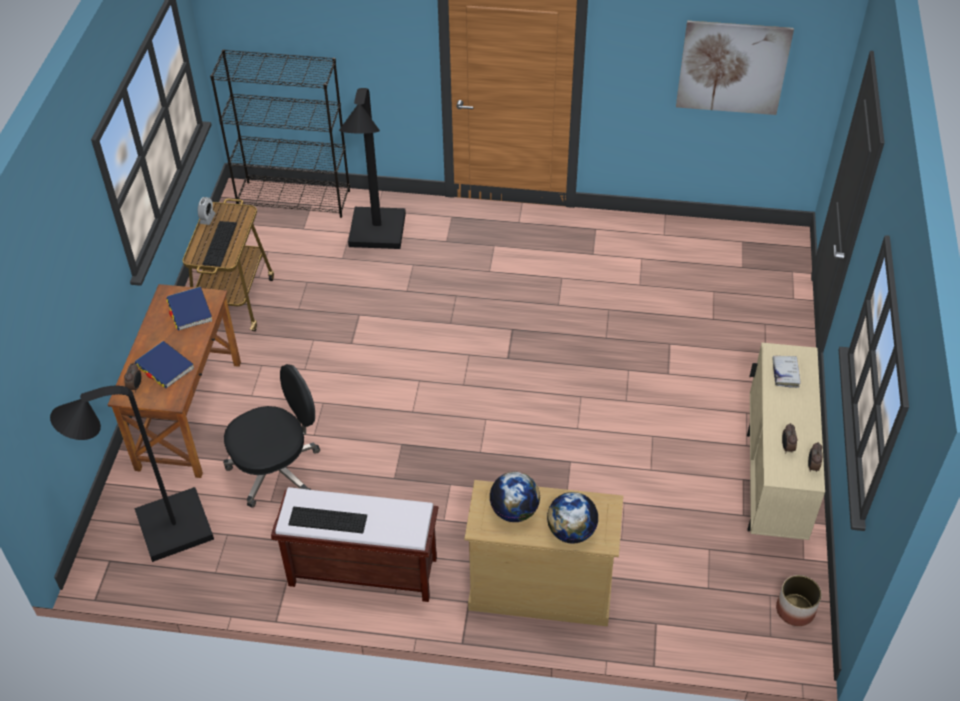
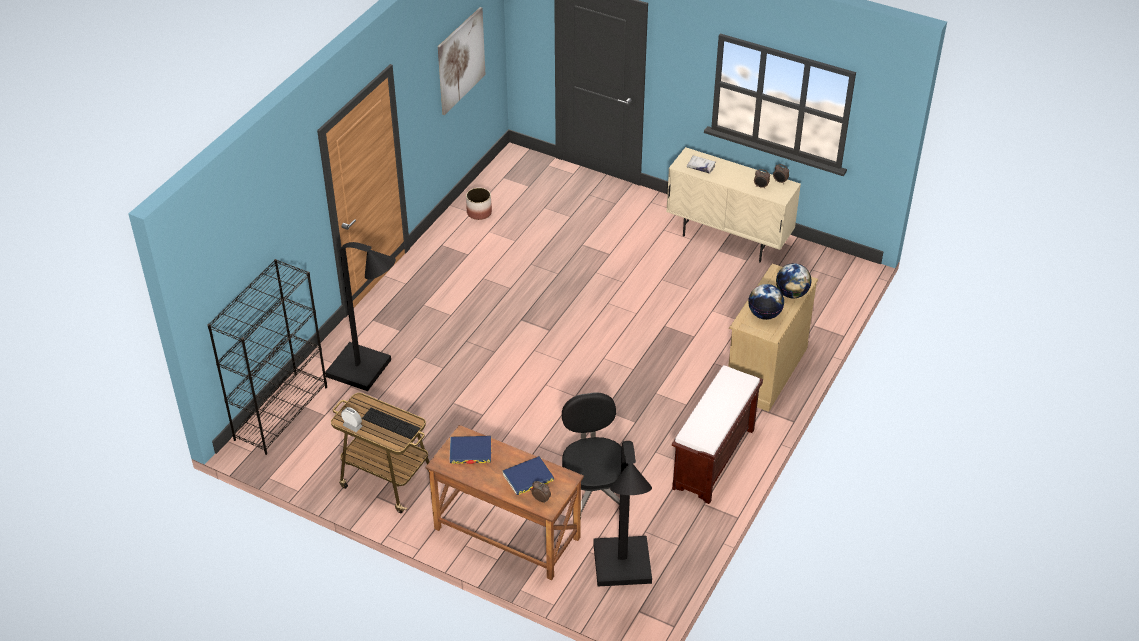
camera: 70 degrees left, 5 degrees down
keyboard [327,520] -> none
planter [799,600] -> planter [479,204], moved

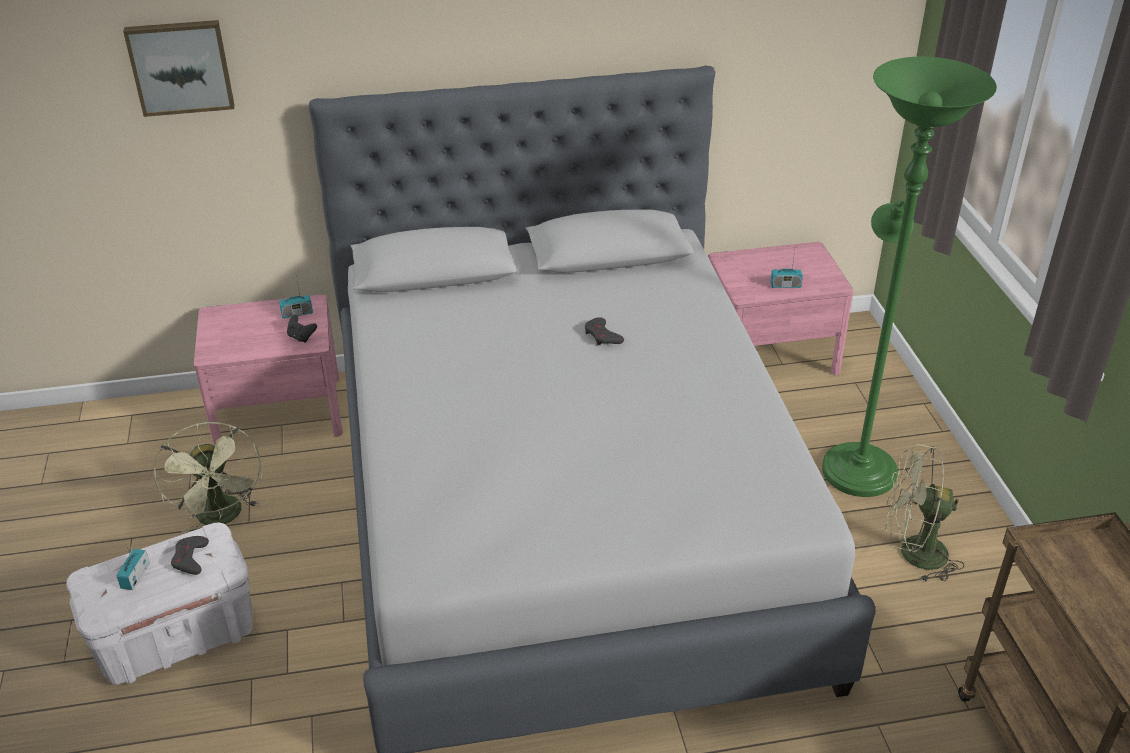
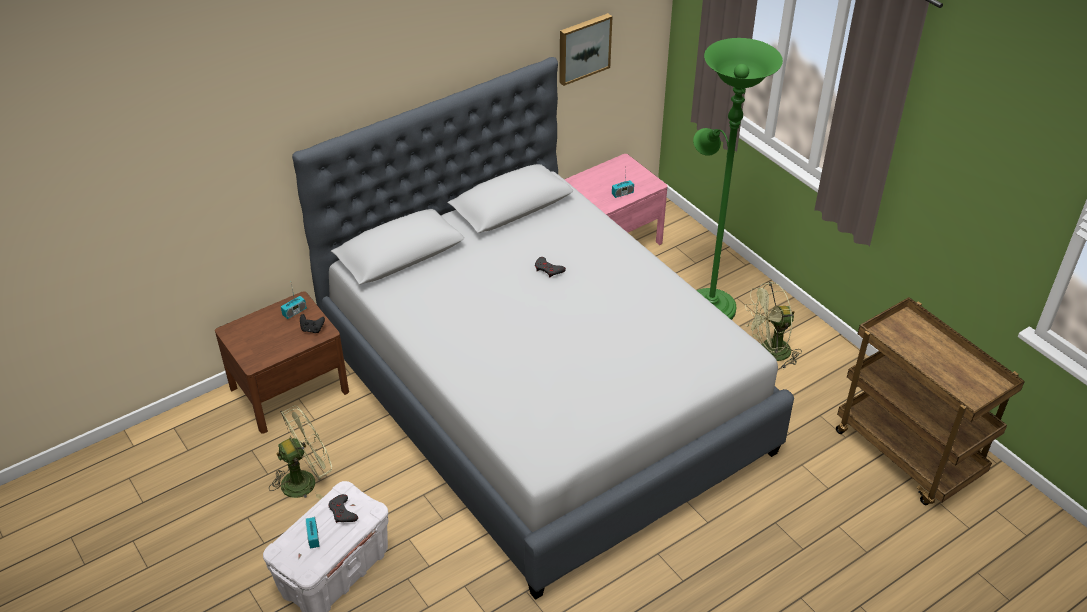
camera: 25 degrees left, 5 degrees up
picture [178,68] -> picture [586,49], moved
green fan [207,478] -> green fan [300,452], 75 degrees counterclockwise
pink nightstand [268,370] -> brown nightstand [282,362]

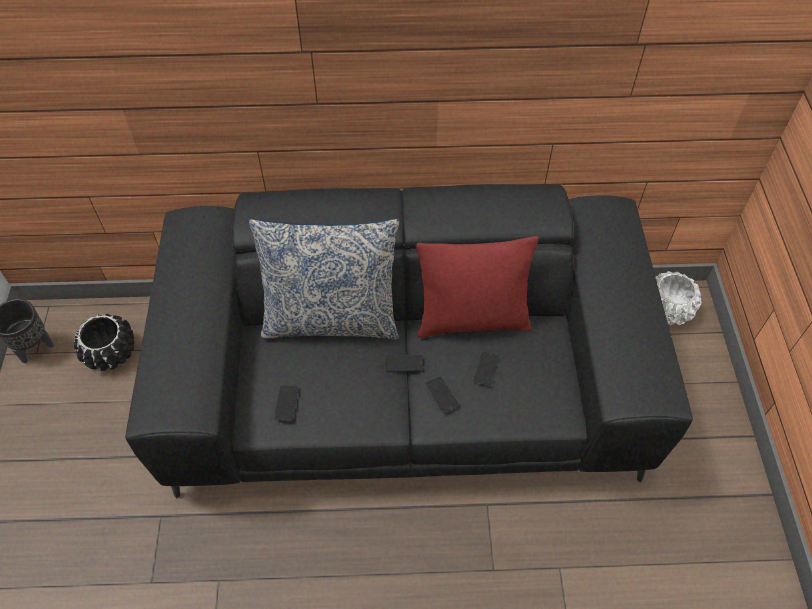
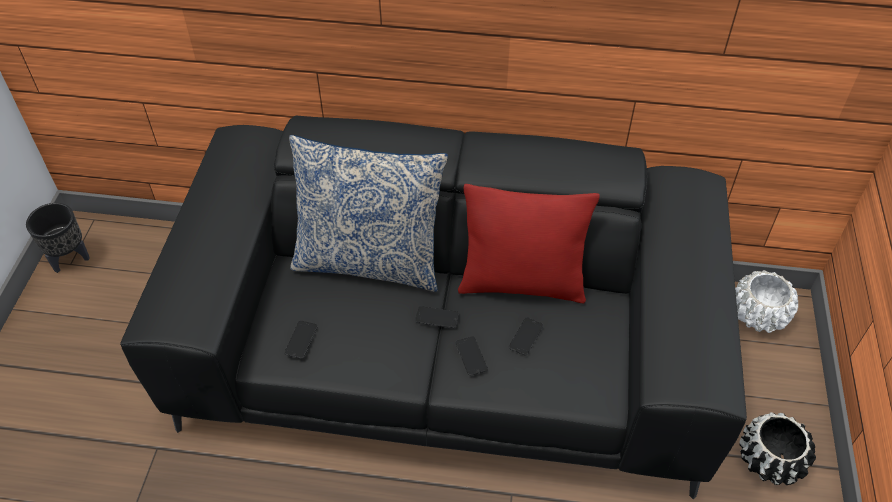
camera: 10 degrees right, 5 degrees down
black planter [104,342] -> black planter [777,448], moved

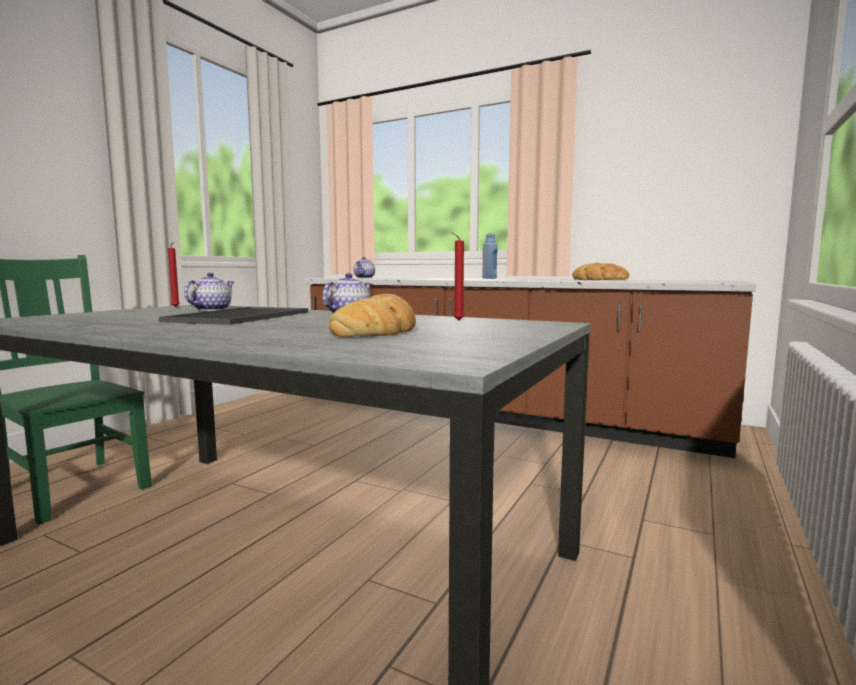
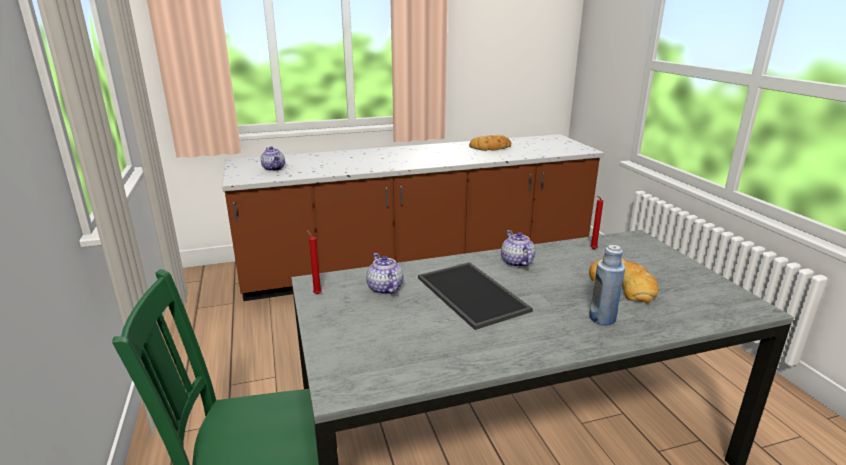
camera: 45 degrees left, 15 degrees up
blue bottle [490,256] -> blue bottle [607,285], moved

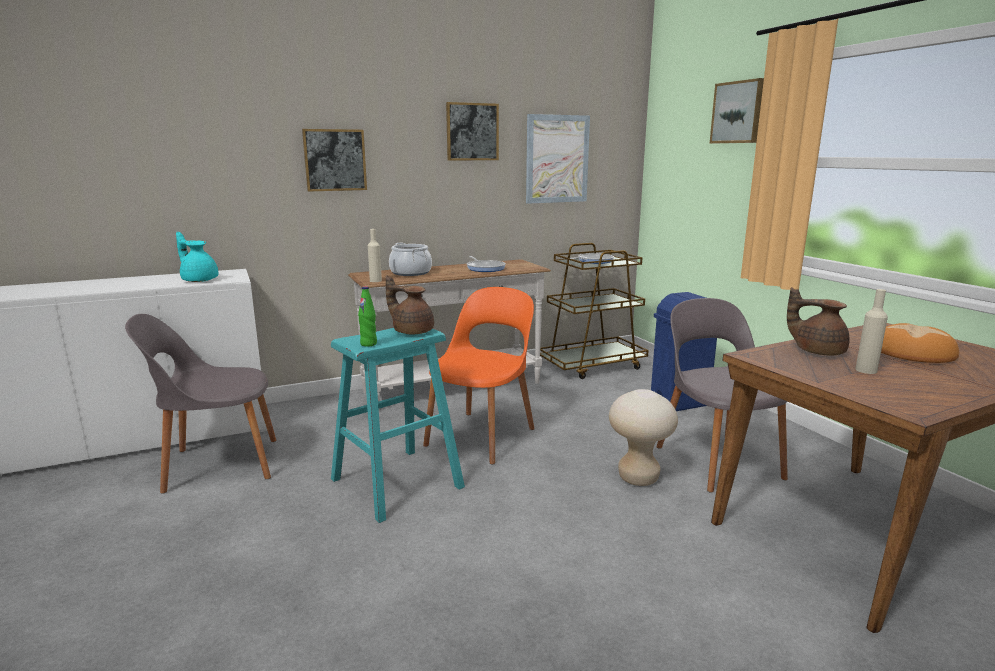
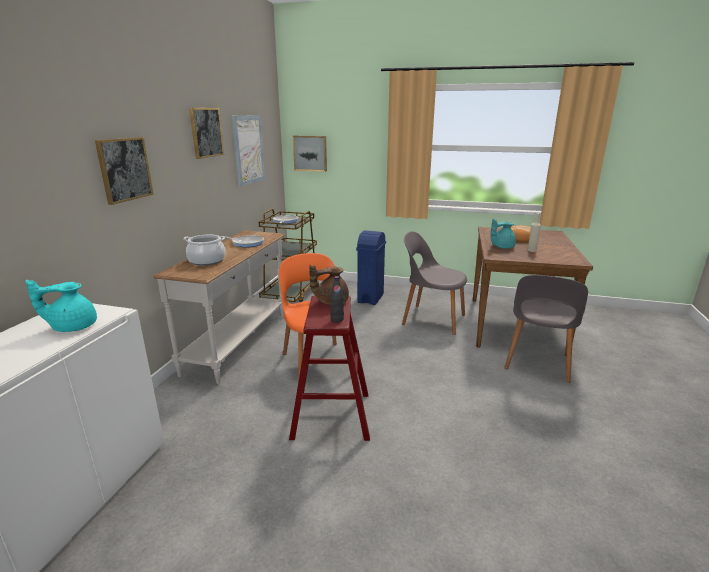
camera: 50 degrees left, 5 degrees up
grey chair [201,404] -> grey chair [546,329], moved
turquoise stool [398,425] -> red stool [329,368]
green bottle [367,316] -> black bottle [337,299]
beige bottle [375,255] -> none
beige stool [643,437] -> none
picture [737,110] -> picture [310,154], moved
brown teapot [818,321] -> turquoise teapot [503,234]

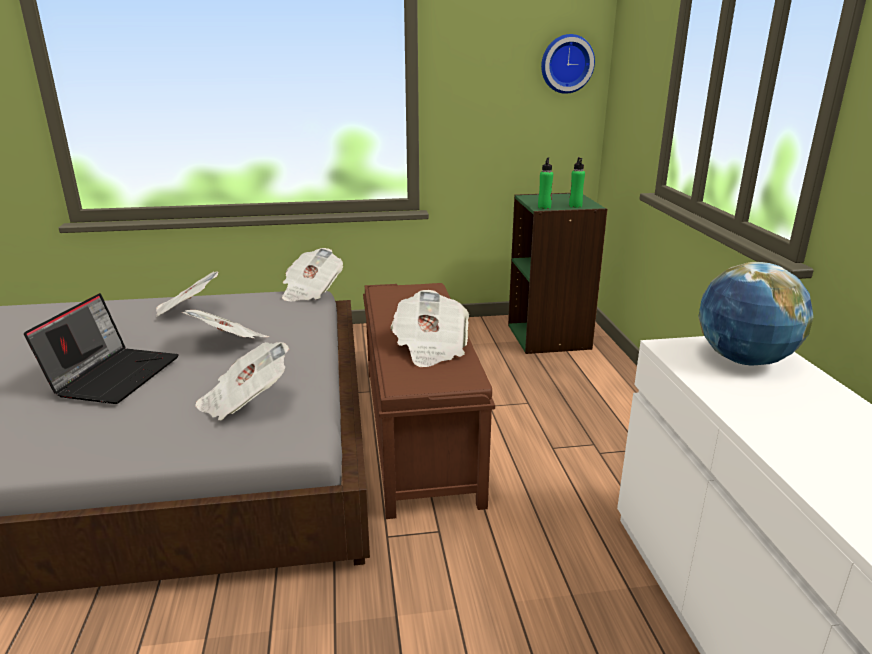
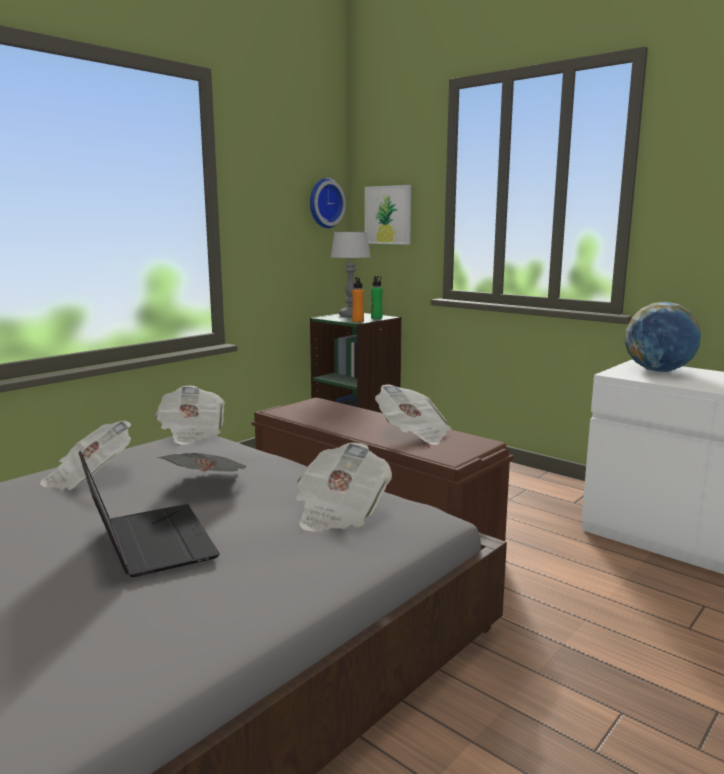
camera: 40 degrees left, 10 degrees down
green bottle [545,183] -> orange bottle [358,299]
none -> table lamp [351,274]
none -> picture [388,215]

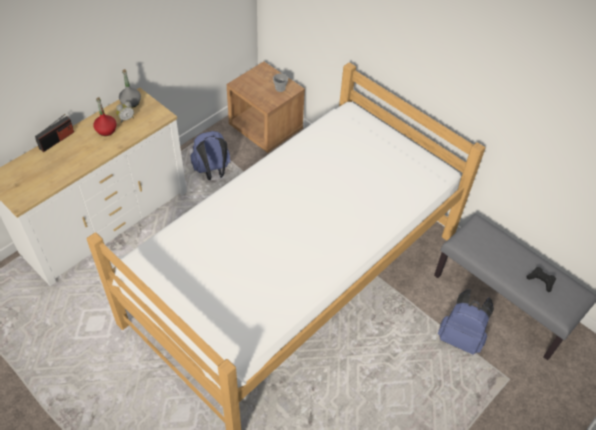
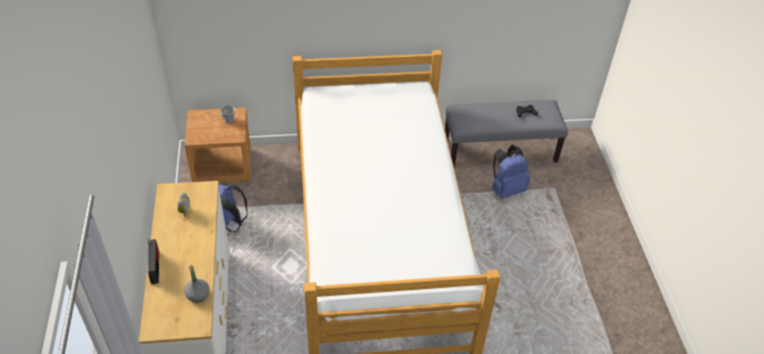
camera: 50 degrees left, 5 degrees down
red bottle [105,116] -> none
grey bottle [130,88] -> grey bottle [196,284], moved

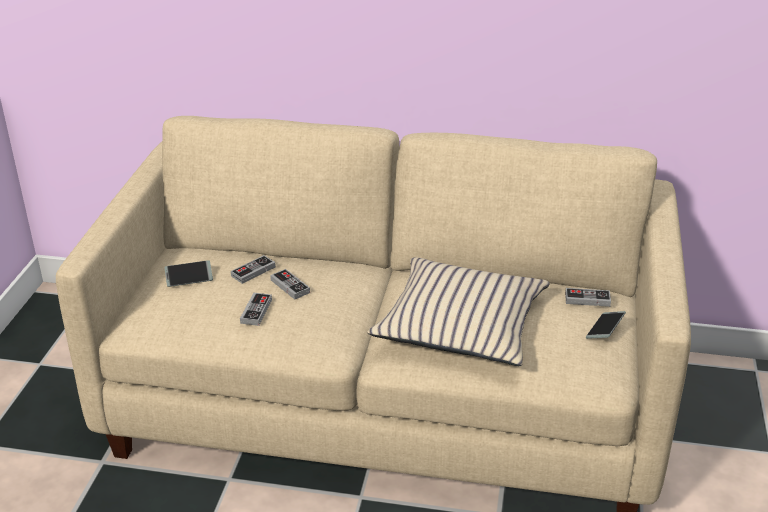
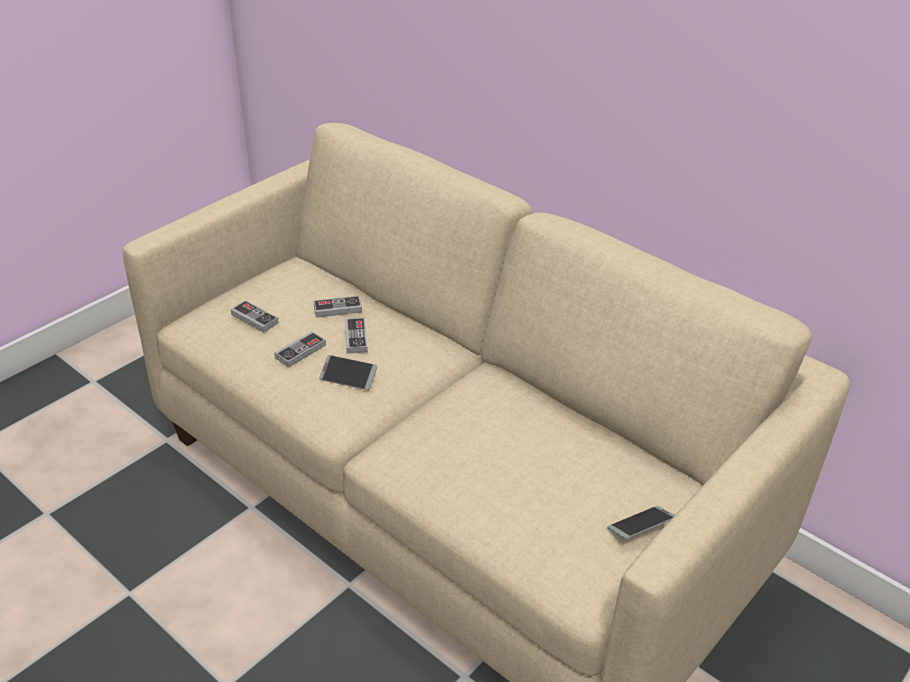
camera: 30 degrees right, 5 degrees up
phone [188,273] -> phone [348,372], moved
beige pillow [459,311] -> none
game controller [588,297] -> game controller [254,316], moved

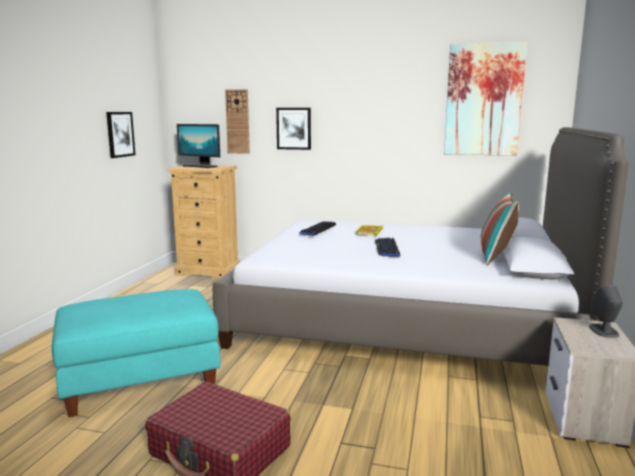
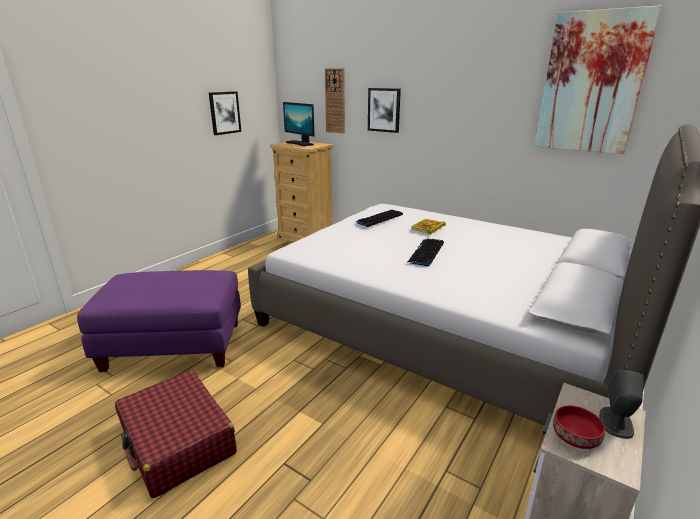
camera: 20 degrees right, 10 degrees up
turquoise ottoman [136,353] -> purple ottoman [159,321]
pillow [500,228] -> none
none -> red bowl [579,427]

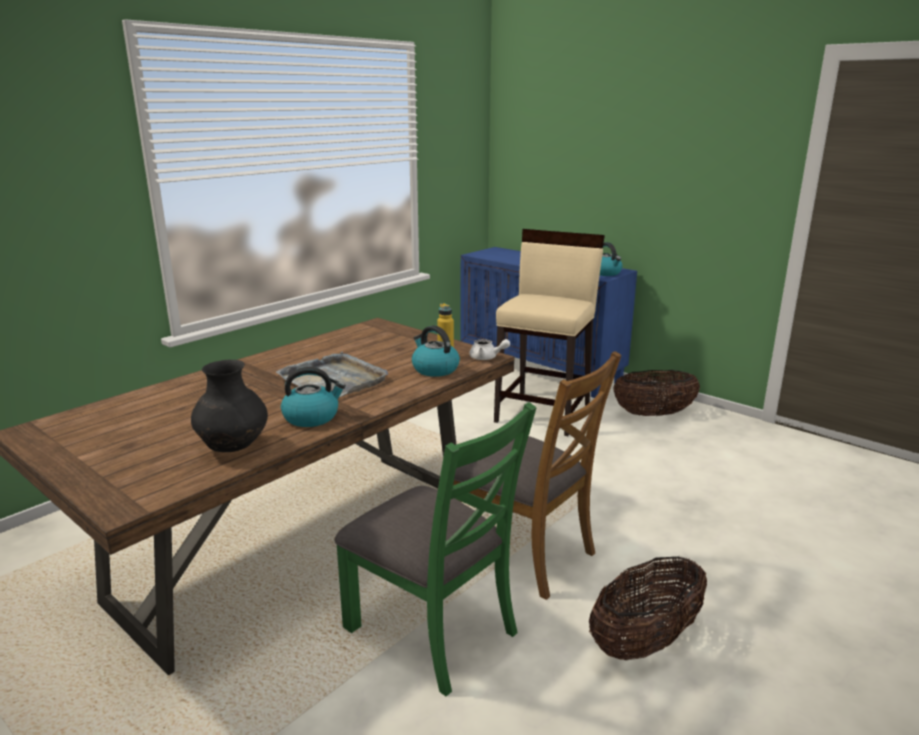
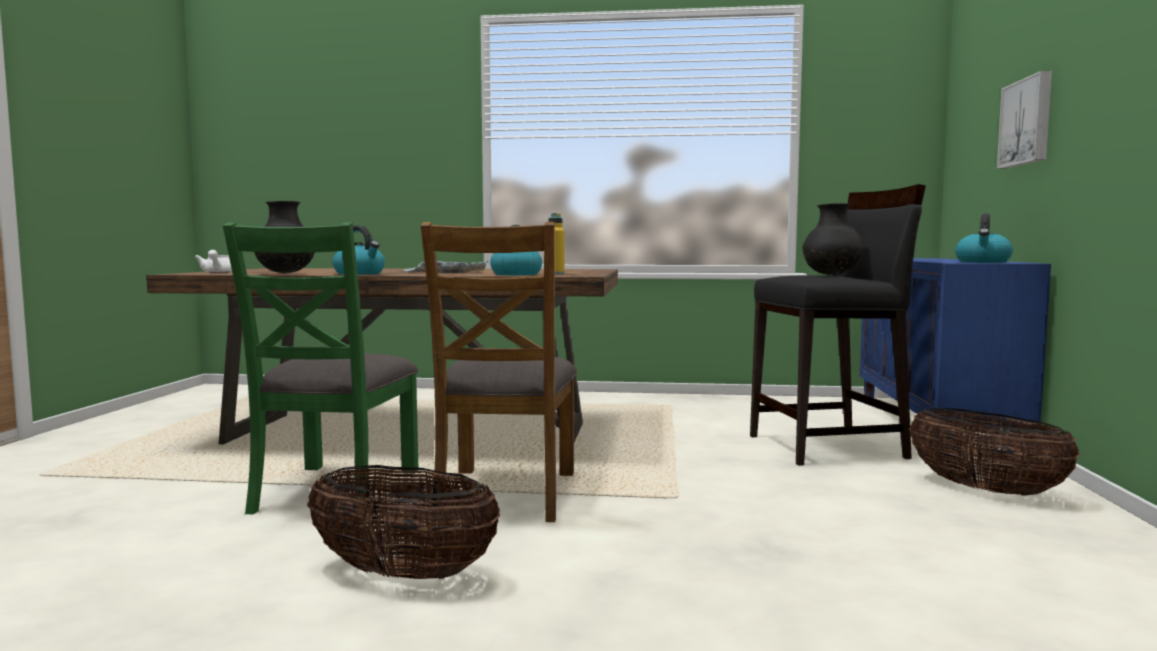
camera: 55 degrees right, 15 degrees down
white teapot [489,349] -> white teapot [213,261], moved
beige stool [549,332] -> black stool [838,325]
none -> black vase [833,239]
none -> picture [1024,119]

